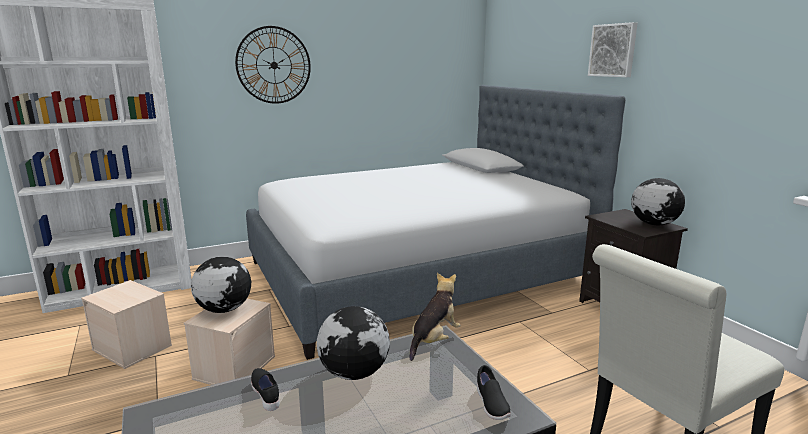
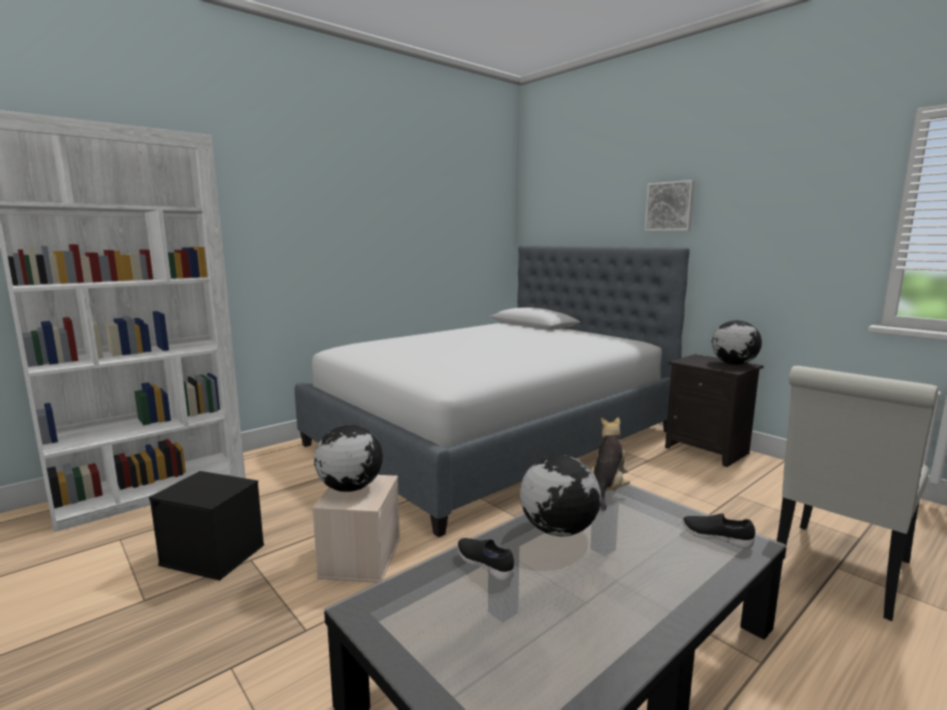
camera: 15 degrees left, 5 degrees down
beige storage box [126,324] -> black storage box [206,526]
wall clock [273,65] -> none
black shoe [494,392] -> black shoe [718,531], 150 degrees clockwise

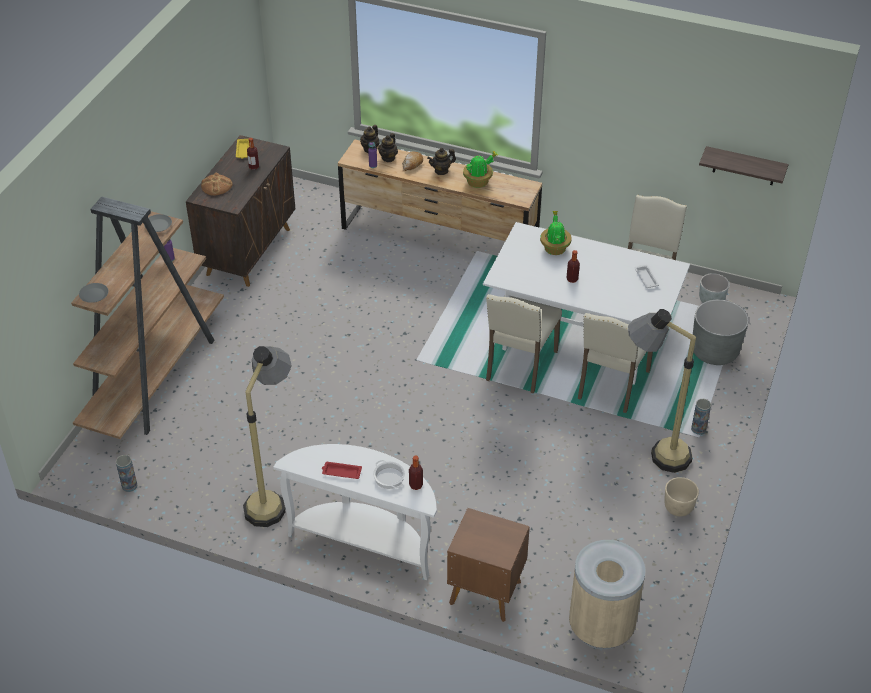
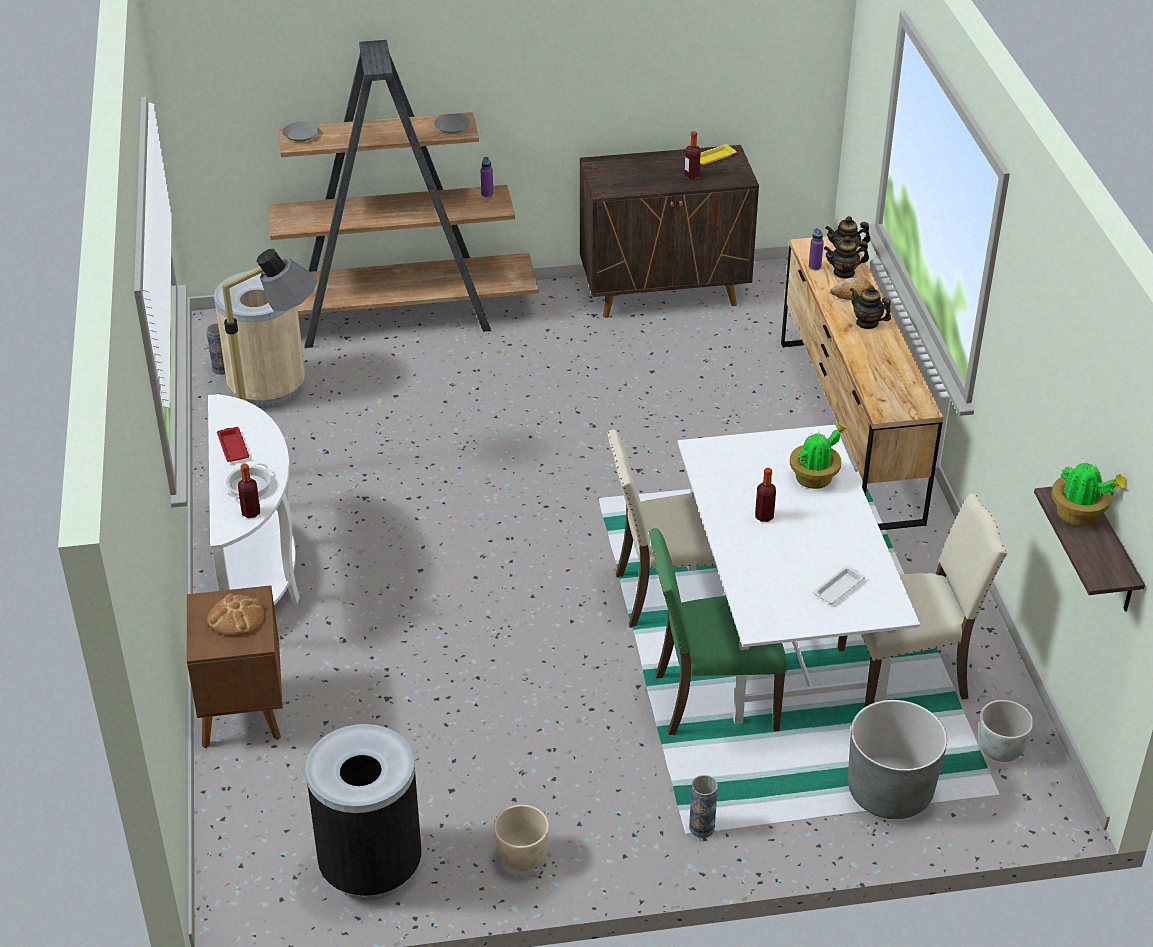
camera: 60 degrees right, 5 degrees down
bread [217,184] -> bread [235,614], moved
potted plant [480,169] -> potted plant [1089,492], moved
beige trash can [607,595] -> beige trash can [259,339], moved
beige chair [615,363] -> green chair [718,631]
floor lamp [662,391] -> none
none -> black trash can [363,812]

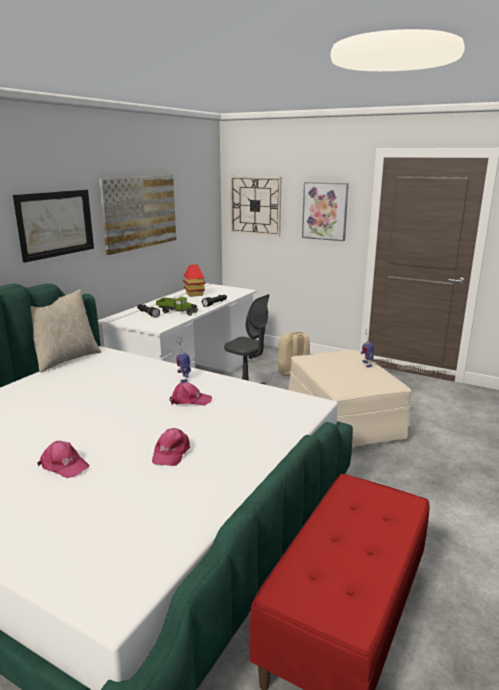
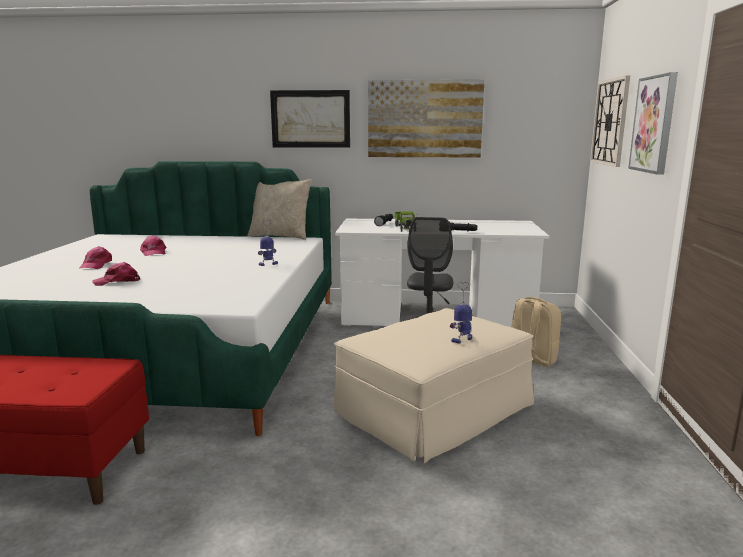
camera: 65 degrees right, 5 degrees down
pink cap [191,393] -> pink cap [153,246], moved
toy house [194,280] -> none

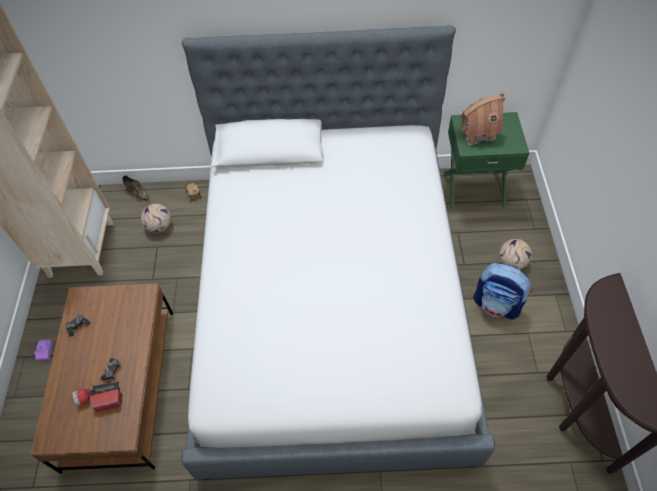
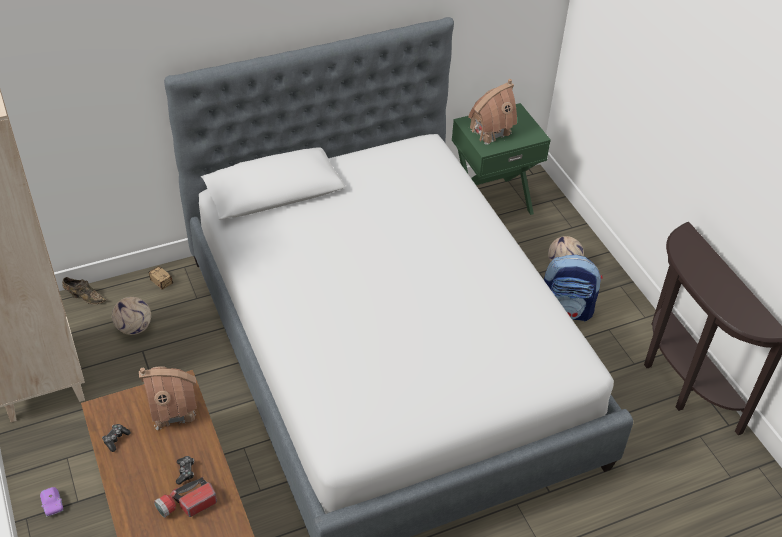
camera: 25 degrees left, 10 degrees down
none -> toy house [168,398]

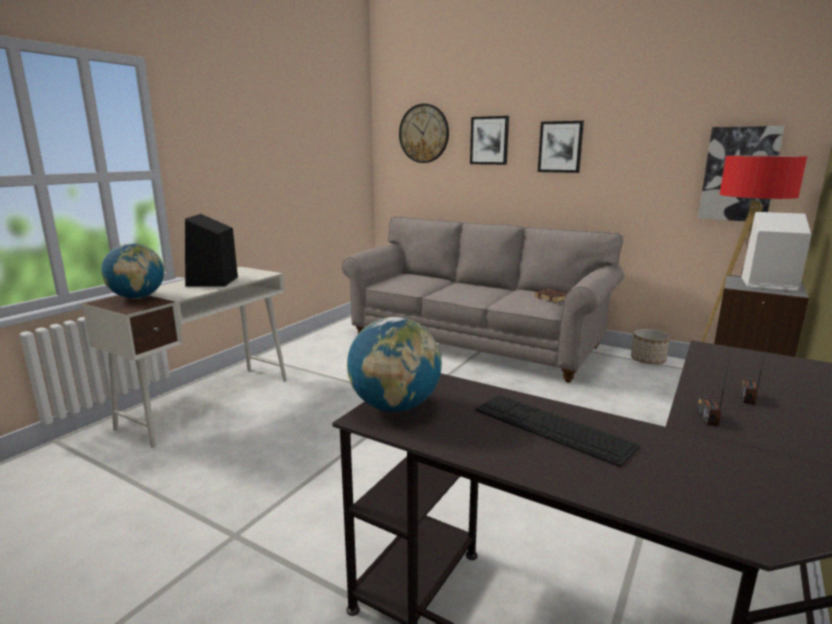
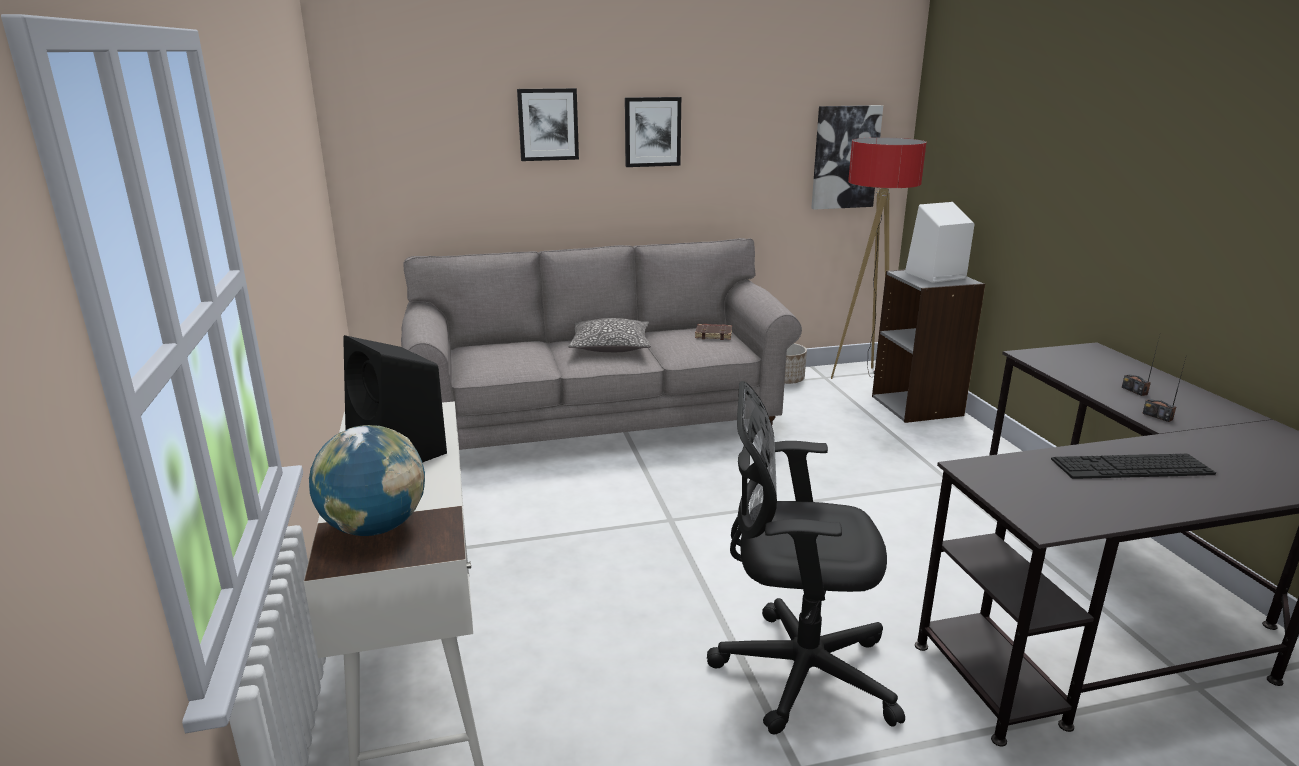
camera: 45 degrees left, 5 degrees up
globe [394,364] -> none
wall clock [424,133] -> none
none -> pillow [609,335]
none -> black office chair [806,558]

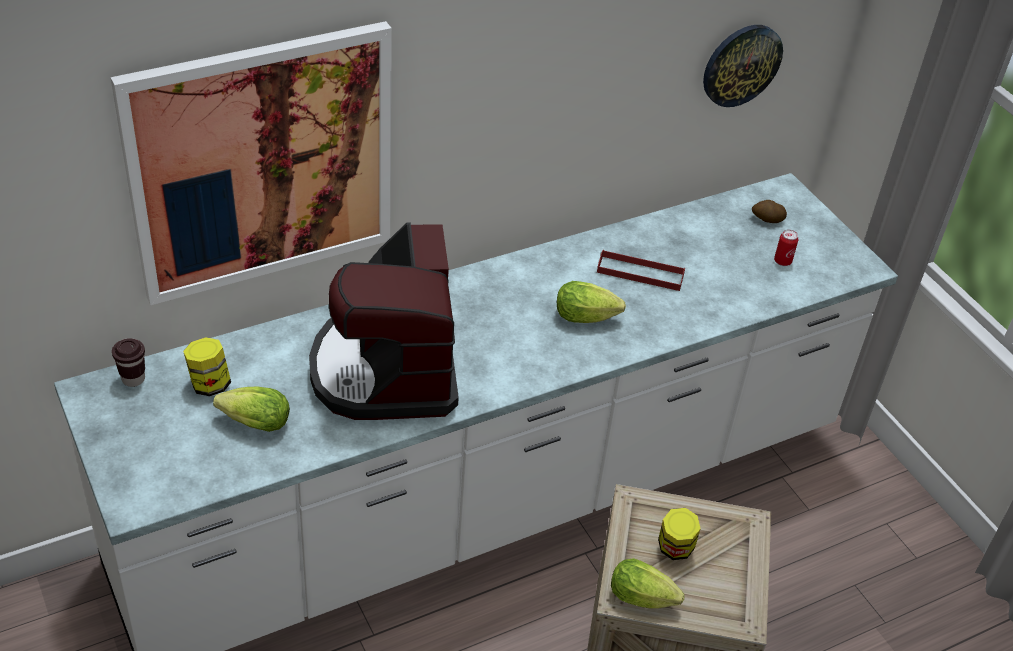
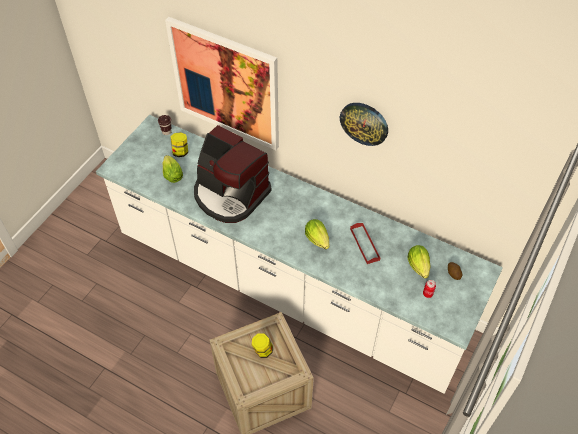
camera: 60 degrees right, 10 degrees up
coffee machine [384,321] -> coffee machine [233,174], 105 degrees counterclockwise
lettuce [648,583] -> lettuce [419,262], moved
wall clock [743,66] -> wall clock [364,124], moved

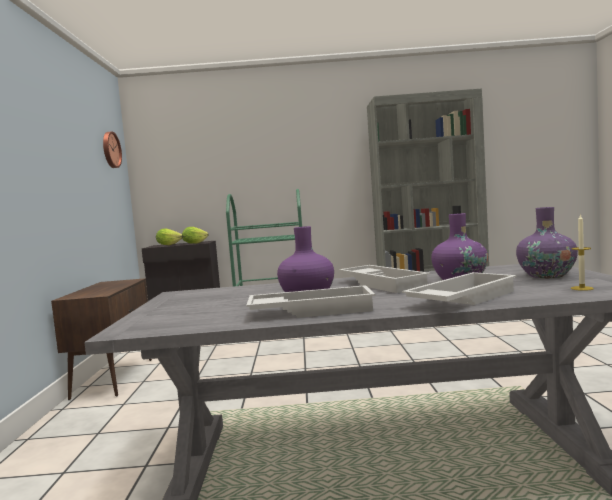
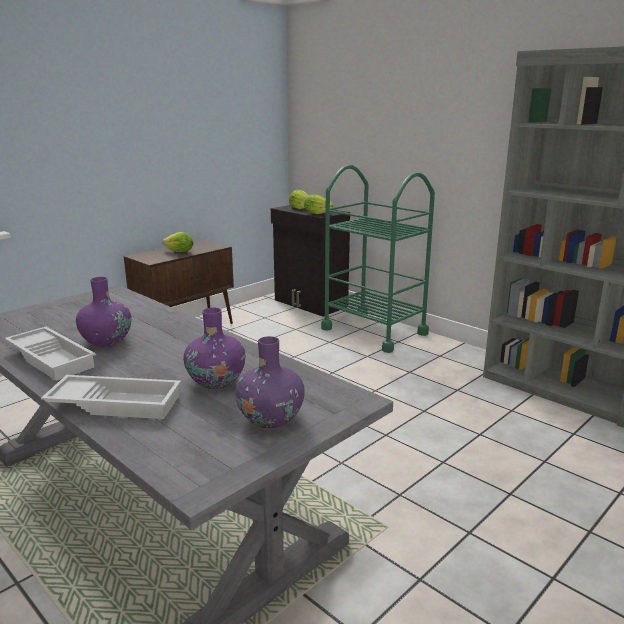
camera: 45 degrees right, 15 degrees up
wall clock [112,149] -> none
white tray [384,279] -> none
candle [582,252] -> none
none -> lettuce [177,242]

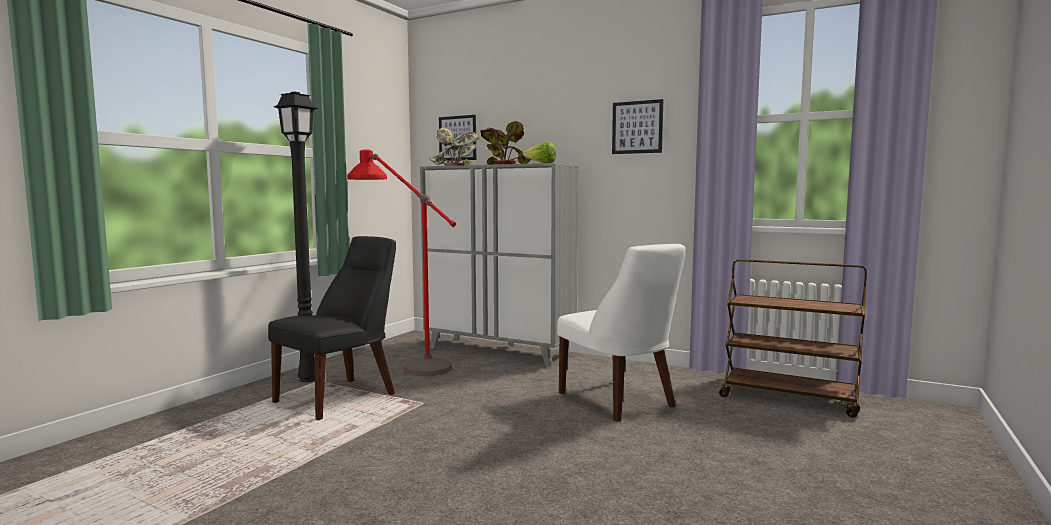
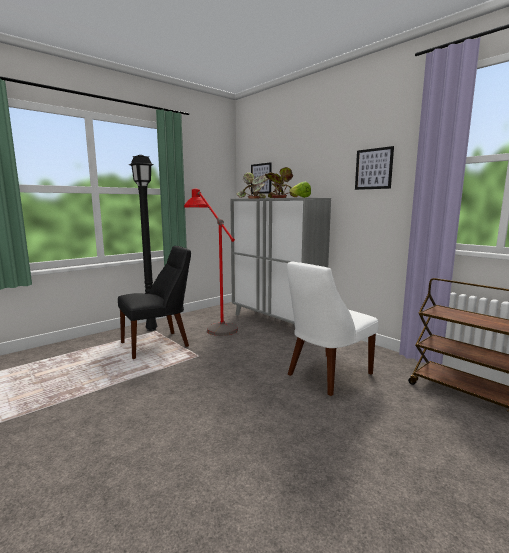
camera: 20 degrees right, 5 degrees up
white chair [621,332] -> white chair [332,328], 60 degrees clockwise

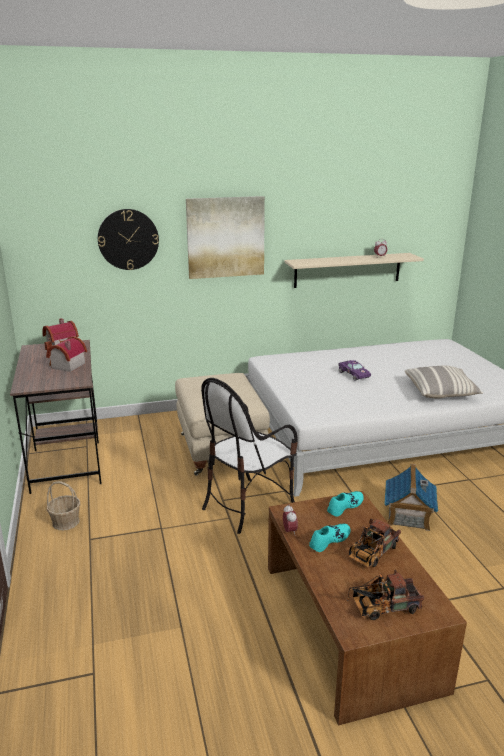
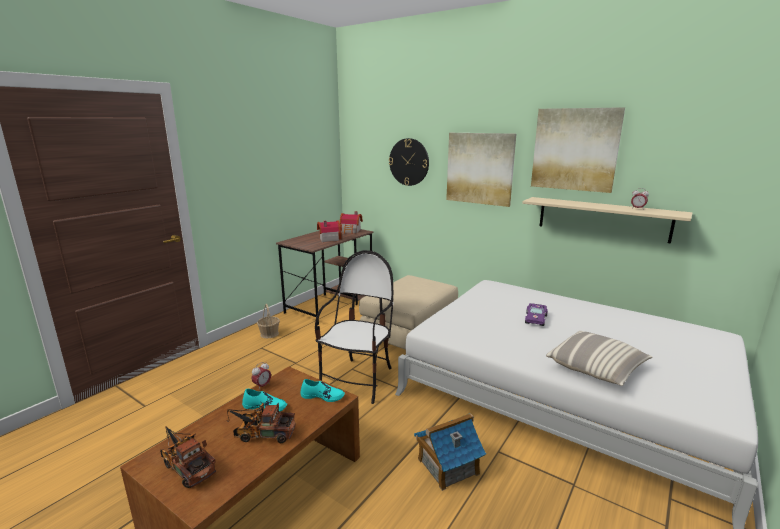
camera: 50 degrees right, 5 degrees down
chair [249,456] -> chair [354,327], 105 degrees clockwise
none -> picture [578,150]

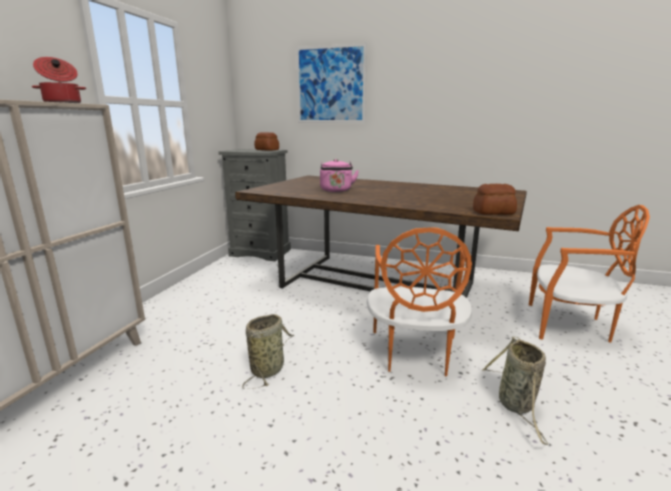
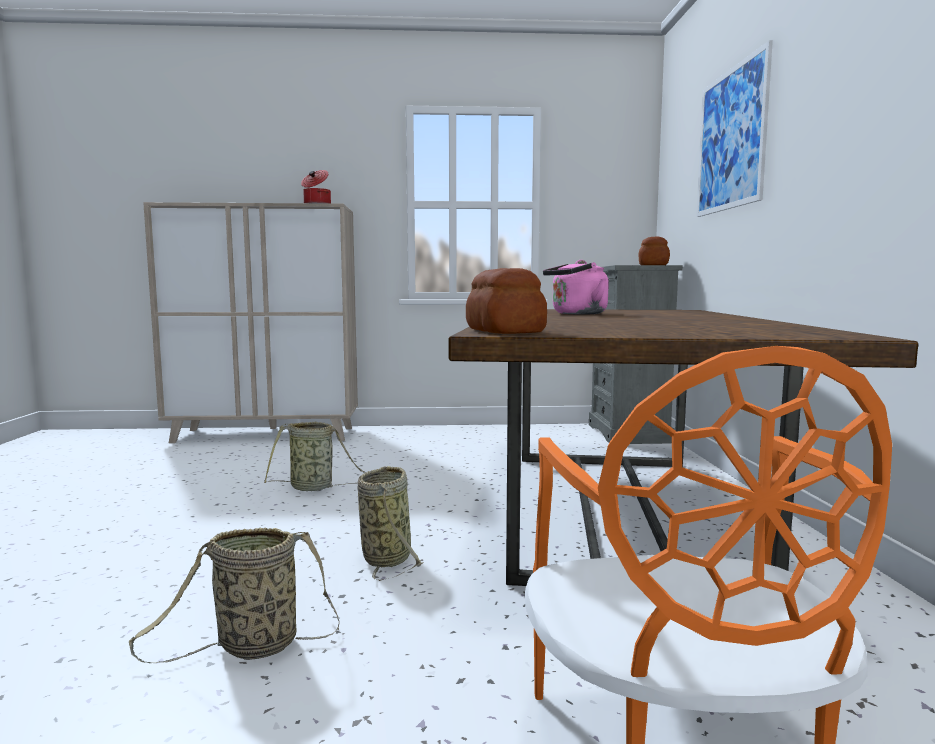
camera: 70 degrees right, 10 degrees down
orange chair [419,302] -> basket [390,523]

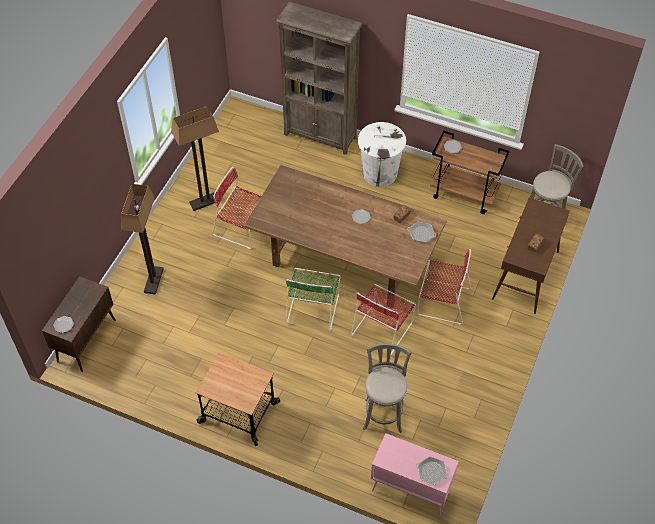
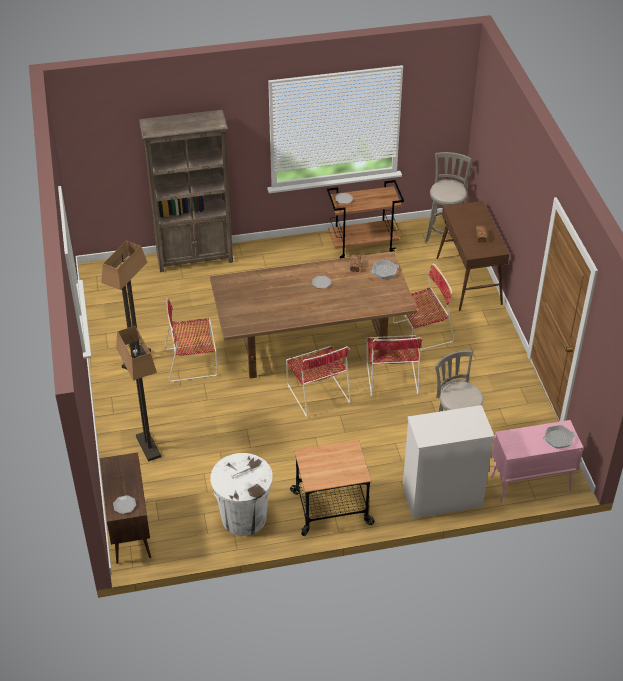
camera: 35 degrees left, 10 degrees down
green chair [313,299] -> red chair [318,381]
white trash can [382,154] -> white trash can [241,494], moved
none -> white dresser [448,461]

